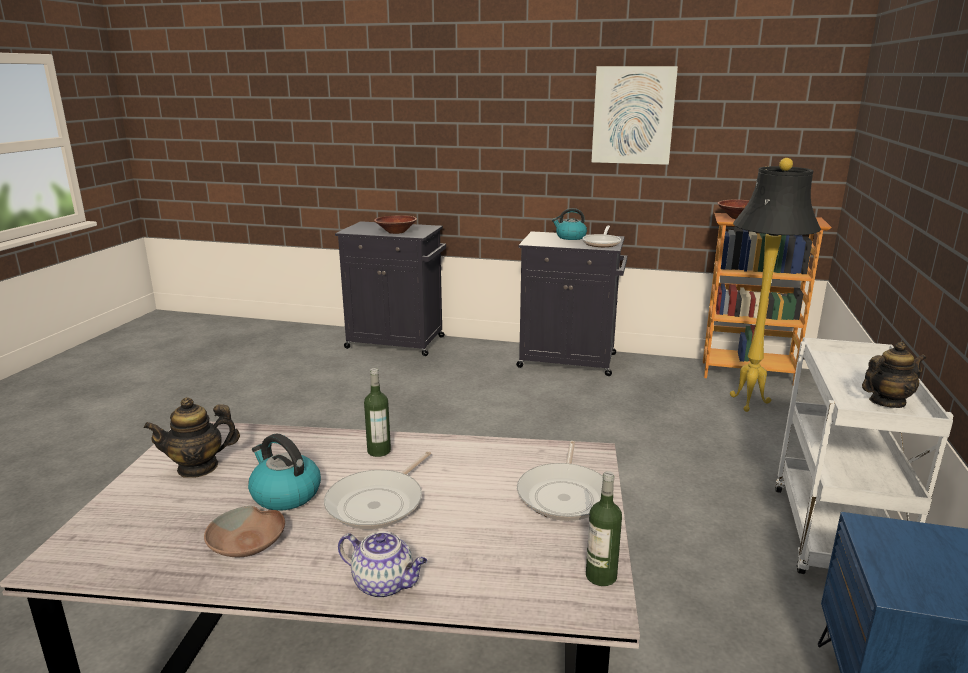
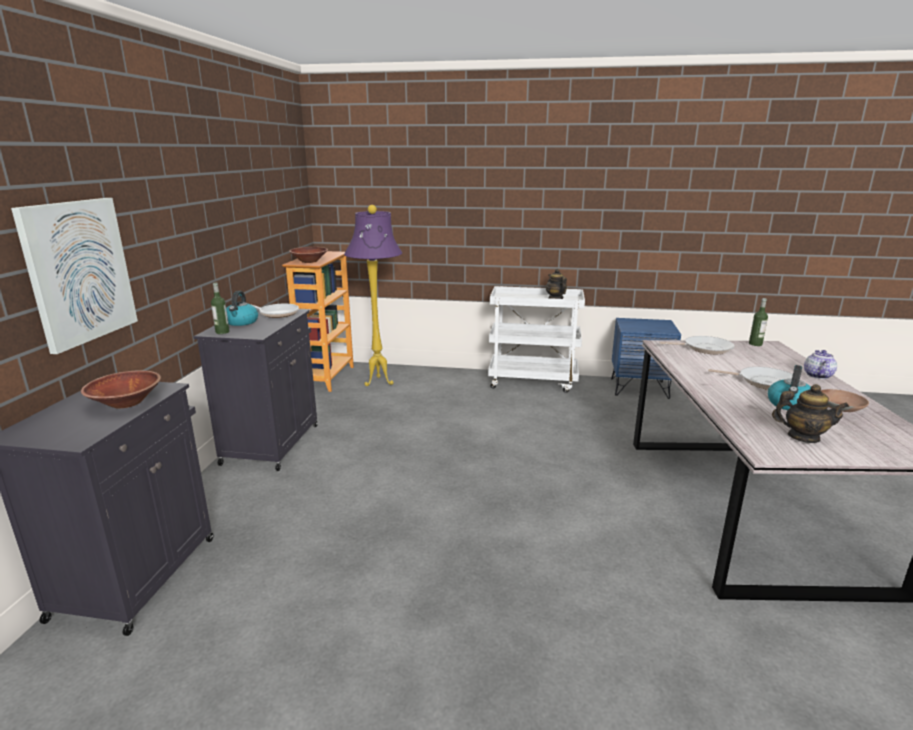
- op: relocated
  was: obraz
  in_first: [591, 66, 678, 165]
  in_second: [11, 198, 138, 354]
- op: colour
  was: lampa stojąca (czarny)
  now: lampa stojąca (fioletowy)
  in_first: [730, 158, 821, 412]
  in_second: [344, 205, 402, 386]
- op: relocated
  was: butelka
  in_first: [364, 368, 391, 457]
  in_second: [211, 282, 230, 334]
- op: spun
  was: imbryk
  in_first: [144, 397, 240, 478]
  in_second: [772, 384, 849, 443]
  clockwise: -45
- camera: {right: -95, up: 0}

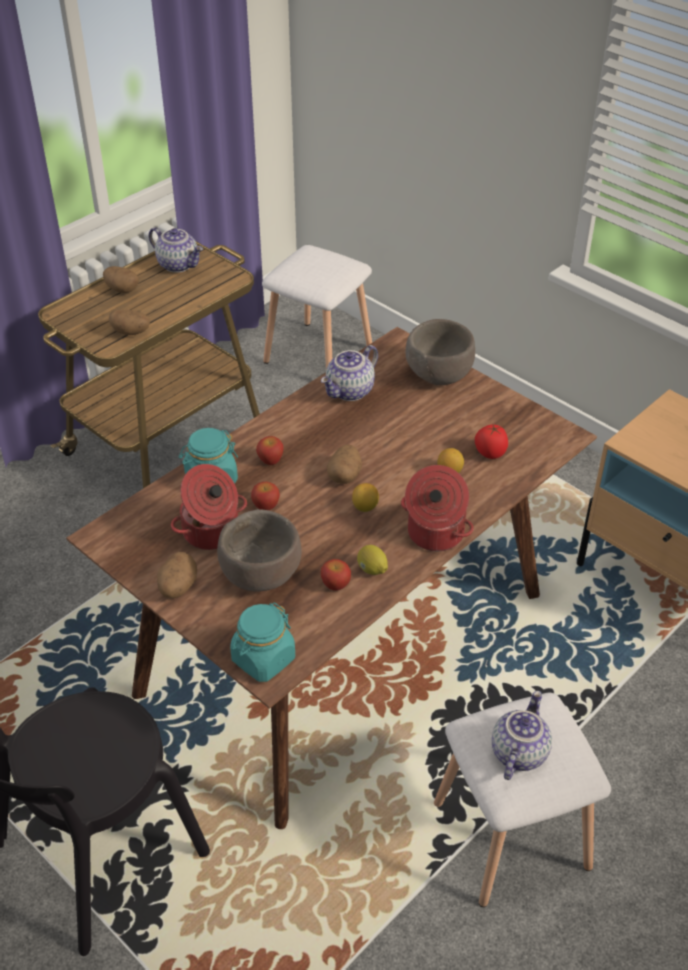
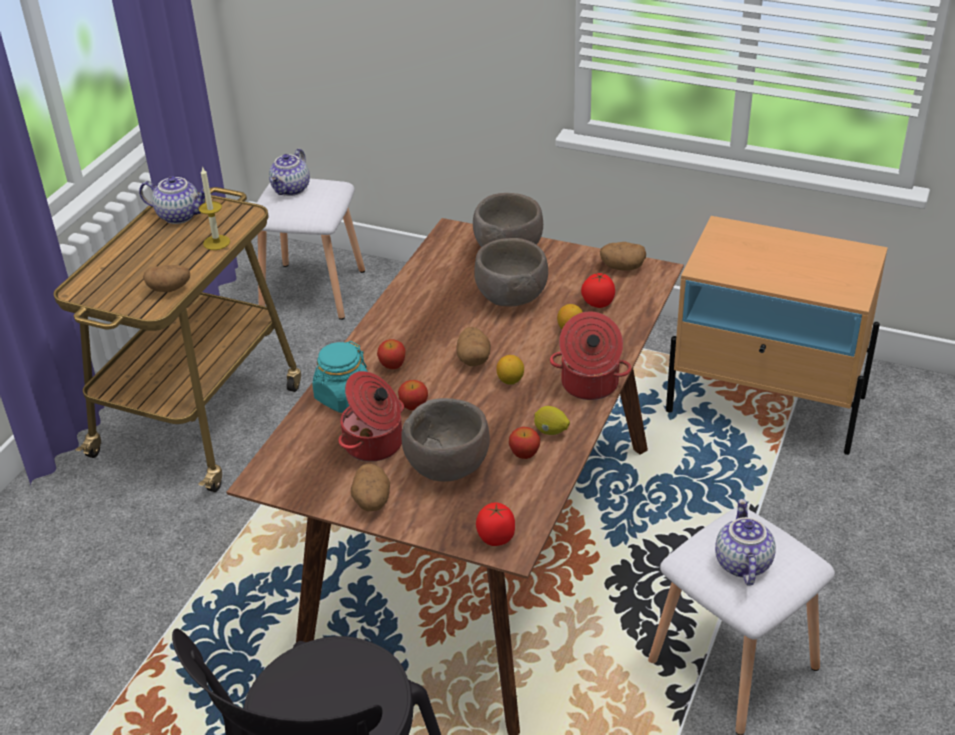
- op: relocated
  was: ziemniak
  in_first: [103, 266, 139, 293]
  in_second: [600, 242, 646, 271]
- op: relocated
  was: imbryk
  in_first: [321, 345, 378, 401]
  in_second: [269, 148, 310, 196]
- op: exchanged
  was: słoik (turkusowy)
  now: pomidor
  in_first: [230, 603, 295, 682]
  in_second: [476, 502, 515, 546]
- op: appeared
  now: świeca
  in_second: [198, 166, 230, 250]
- op: appeared
  now: miska (brązowy)
  in_second: [474, 238, 548, 307]
- camera: {right: -20, up: -5}

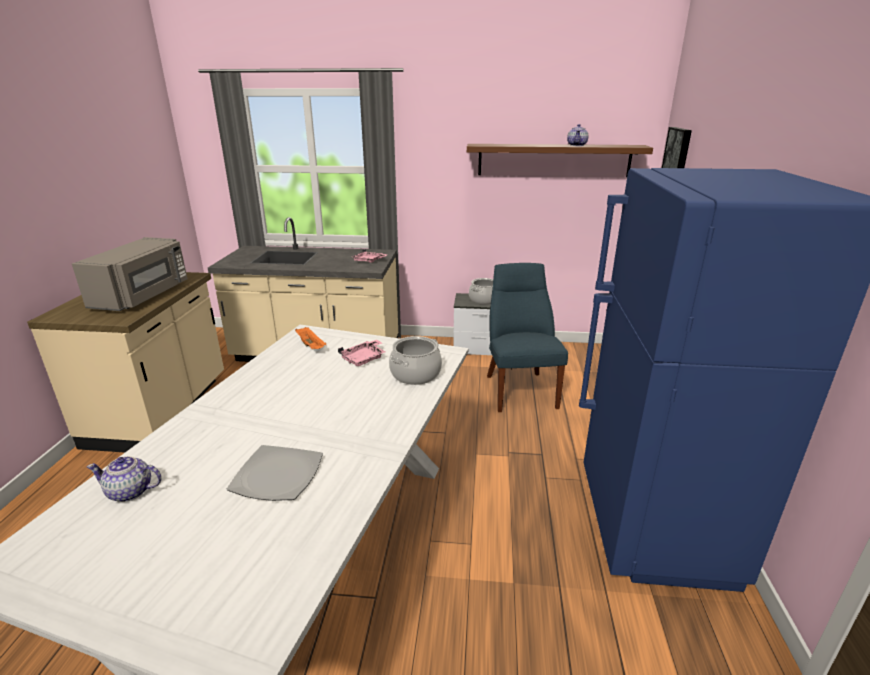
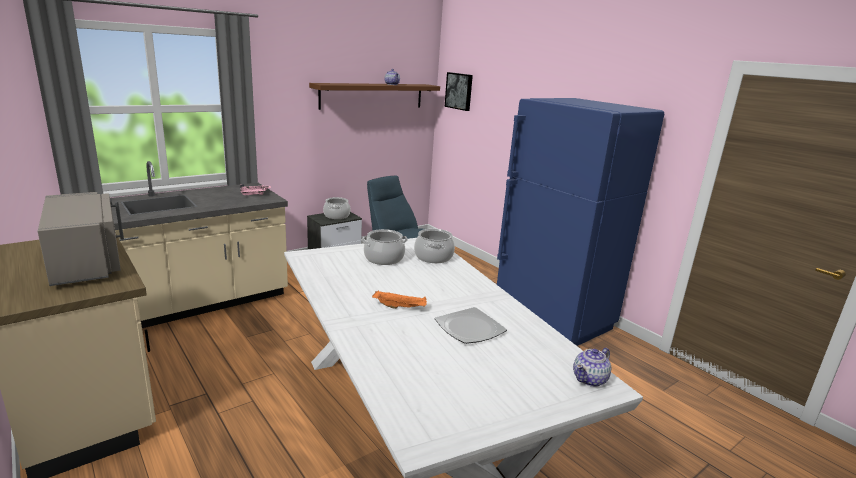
- op: relocated
  was: taca (pomarańczowy)
  in_first: [295, 327, 326, 349]
  in_second: [372, 291, 427, 309]
- op: exchanged
  was: taca (różowy)
  now: garnek
  in_first: [338, 340, 386, 366]
  in_second: [362, 229, 408, 265]
- op: relocated
  was: imbryk
  in_first: [87, 456, 162, 502]
  in_second: [573, 348, 611, 387]
- camera: {right: -45, up: -5}

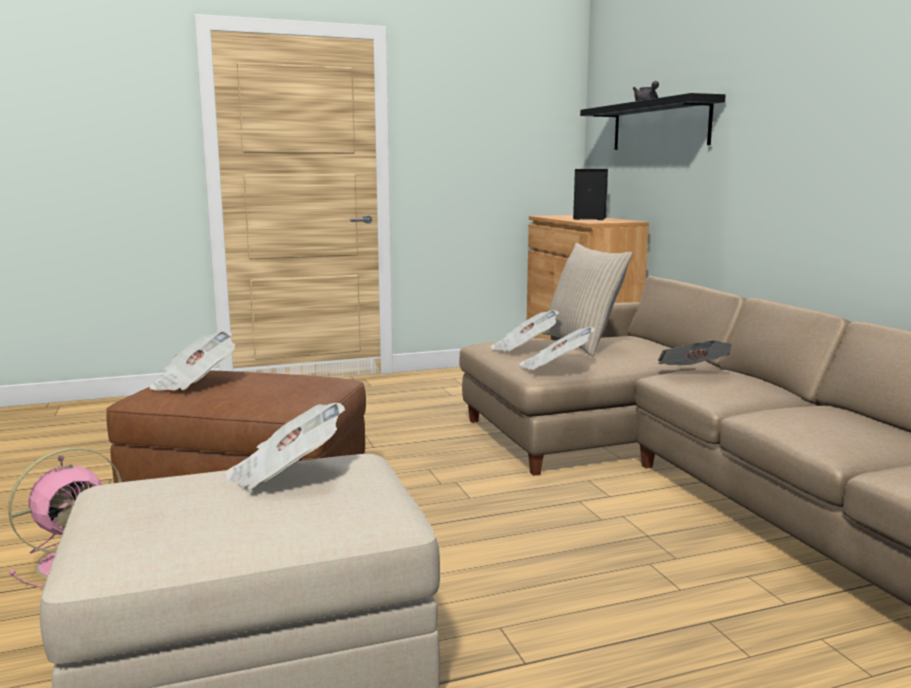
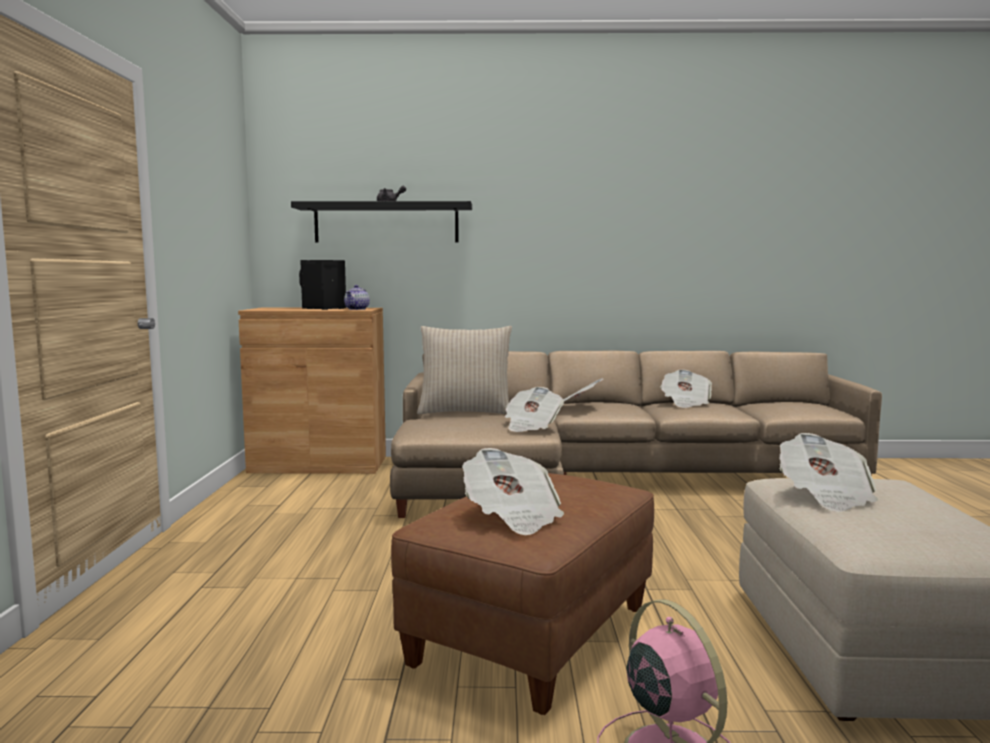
- op: relocated
  was: gazeta
  in_first: [490, 310, 559, 351]
  in_second: [660, 369, 712, 408]
- op: appeared
  now: imbryk
  in_second: [344, 285, 370, 310]
- camera: {right: -70, up: -5}

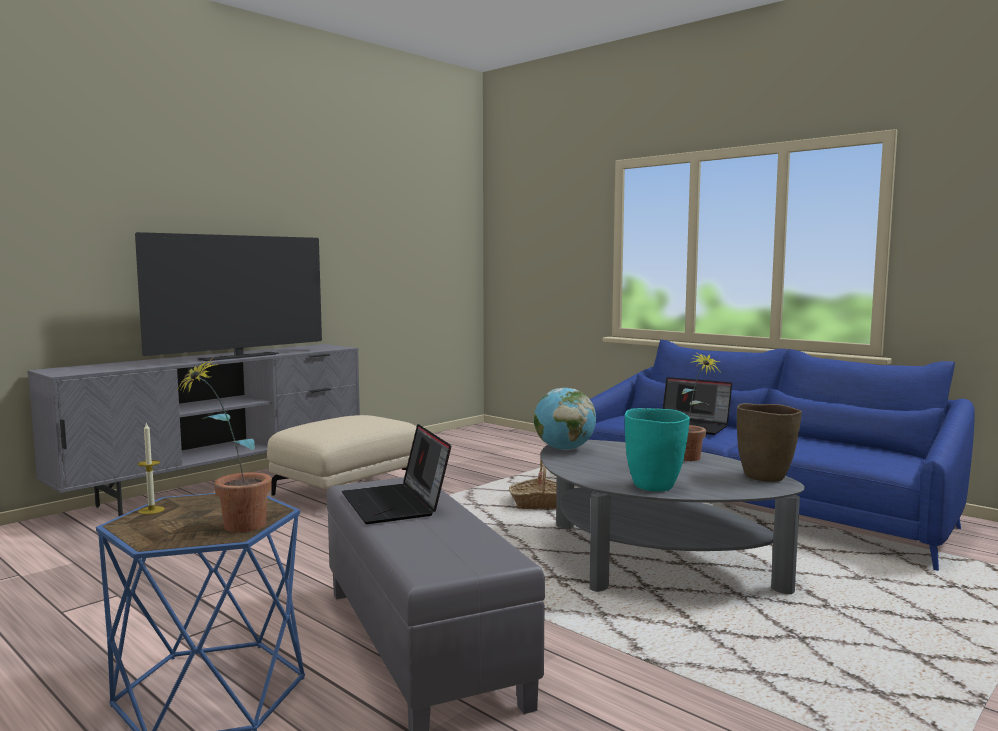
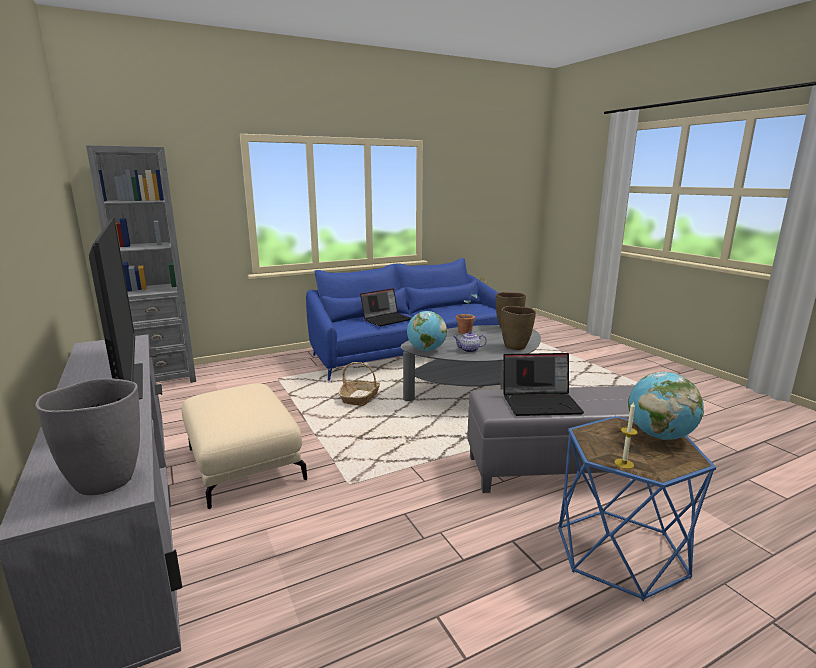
- op: exchanged
  was: roślina doniczkowa
  now: globus
  in_first: [174, 358, 272, 532]
  in_second: [628, 372, 704, 440]
- op: colour
  was: wazon (turkusowy)
  now: wazon (brązowy)
  in_first: [625, 408, 690, 491]
  in_second: [501, 306, 536, 350]
- op: appeared
  now: regał (szary)
  in_second: [86, 145, 196, 383]
- op: appeared
  now: imbryk
  in_second: [454, 331, 487, 353]
- op: appeared
  now: wazon (szary)
  in_second: [35, 378, 140, 495]
- camera: {right: -70, up: 10}

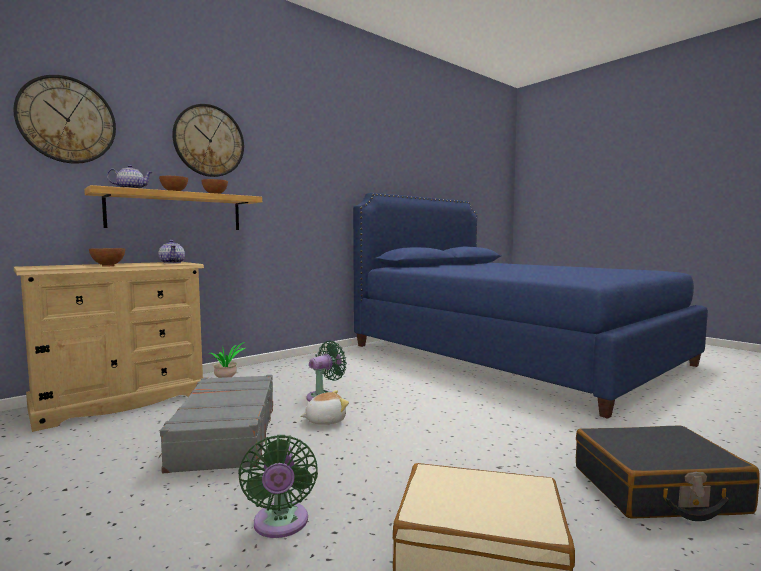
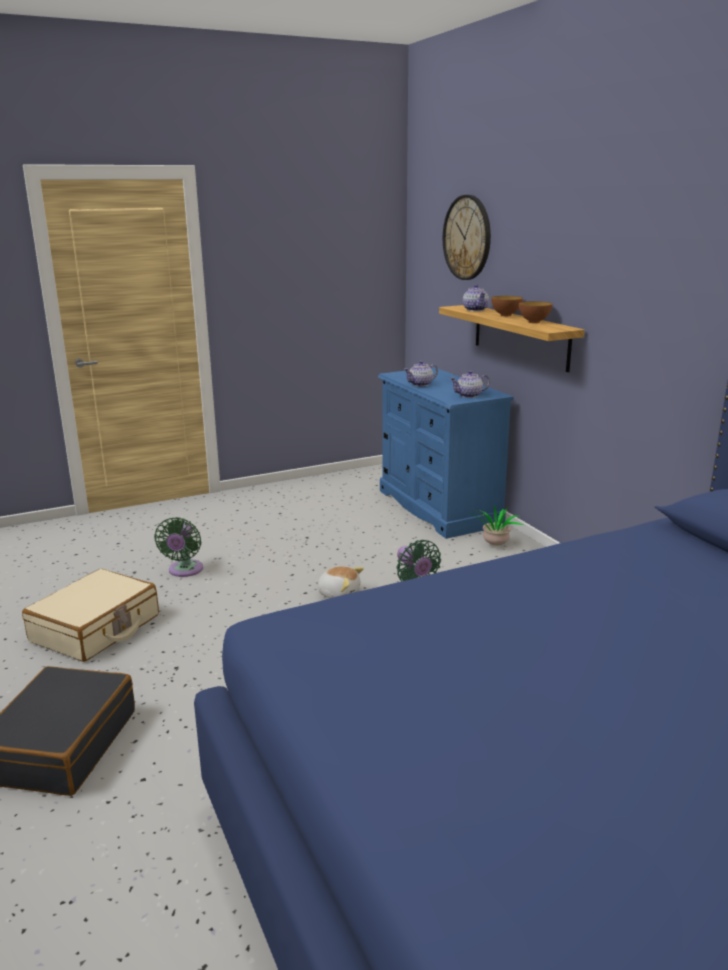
- op: missing
  was: zegar ścienny
  in_first: [172, 104, 244, 177]
- op: exchanged
  was: miska
  now: imbryk
  in_first: [89, 248, 125, 267]
  in_second: [404, 361, 438, 387]
- op: colour
  was: komoda (beżowy)
  now: komoda (niebieski)
  in_first: [14, 262, 204, 432]
  in_second: [378, 367, 514, 539]
- op: missing
  was: walizka (szary)
  in_first: [158, 375, 273, 473]
- op: spun
  was: pluszak
  in_first: [301, 390, 349, 425]
  in_second: [315, 566, 364, 598]
  clockwise: -60
- op: spun
  was: wentylator (zielony)
  in_first: [238, 435, 318, 538]
  in_second: [154, 517, 203, 577]
  clockwise: -90
- camera: {right: 105, up: 15}

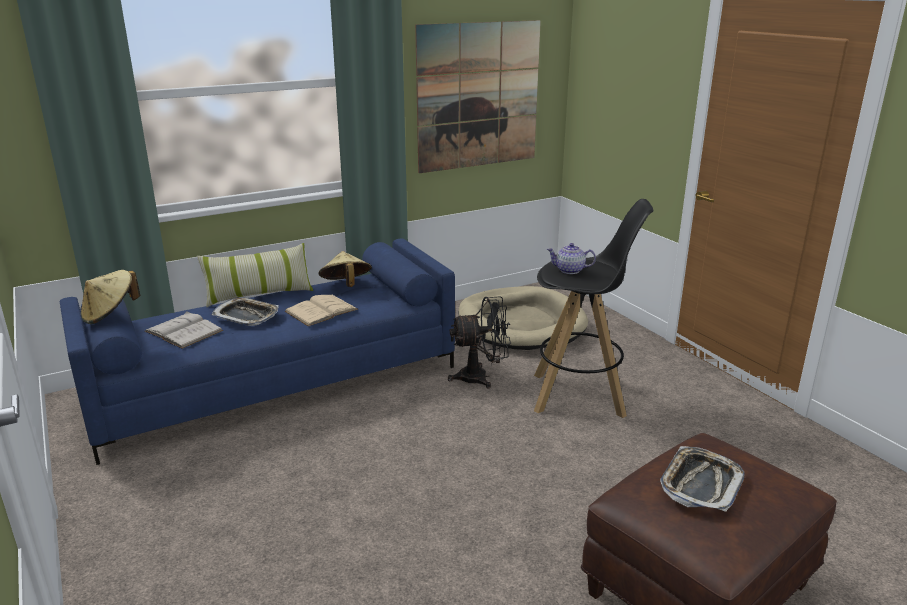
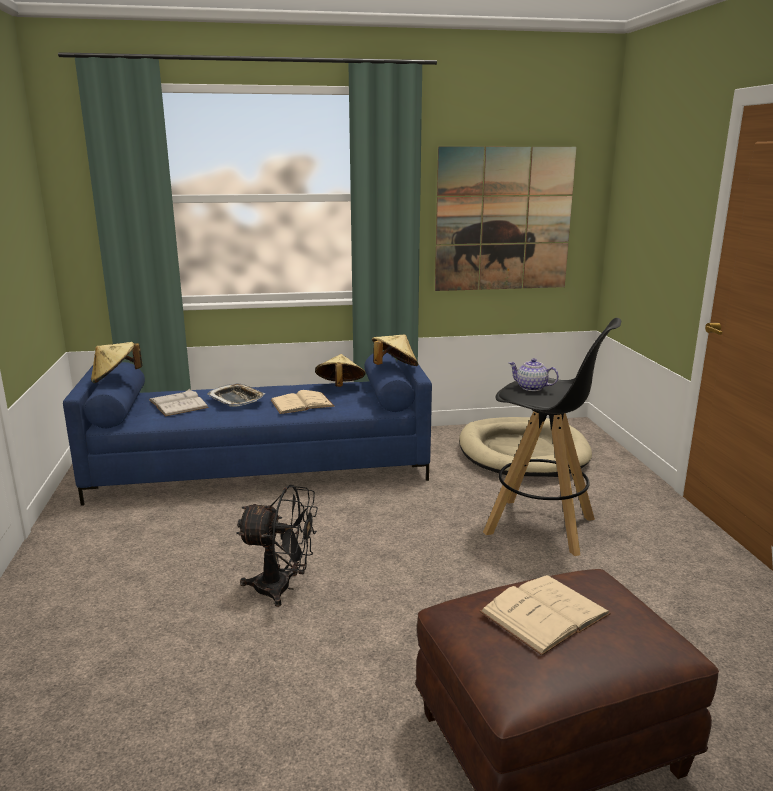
- op: missing
  was: poduszka
  in_first: [197, 243, 313, 307]
- op: relocated
  was: wentylator (czarny)
  in_first: [448, 296, 511, 389]
  in_second: [236, 485, 318, 607]
- op: exchanged
  was: taca
  now: książka (beżowy)
  in_first: [660, 446, 745, 512]
  in_second: [480, 575, 611, 656]
- op: appeared
  now: kapelusz (beżowy)
  in_second: [372, 334, 418, 366]
- camera: {right: 20, up: -5}

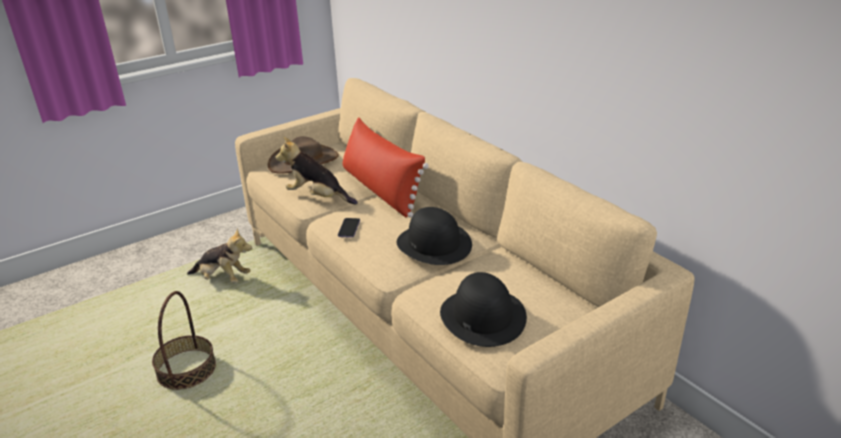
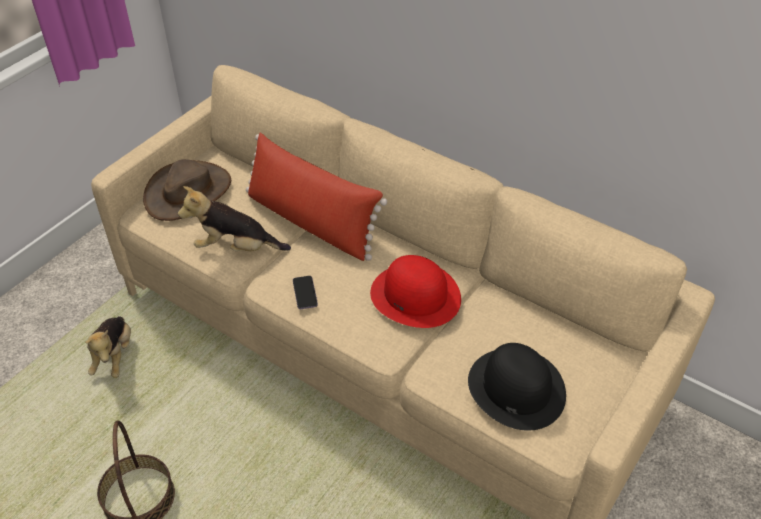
- op: colour
  was: kapelusz (czarny)
  now: kapelusz (czerwony)
  in_first: [397, 207, 472, 265]
  in_second: [370, 255, 461, 328]
- op: spun
  was: pluszak
  in_first: [187, 228, 252, 283]
  in_second: [85, 316, 131, 378]
  clockwise: 90
- camera: {right: -20, up: 15}

